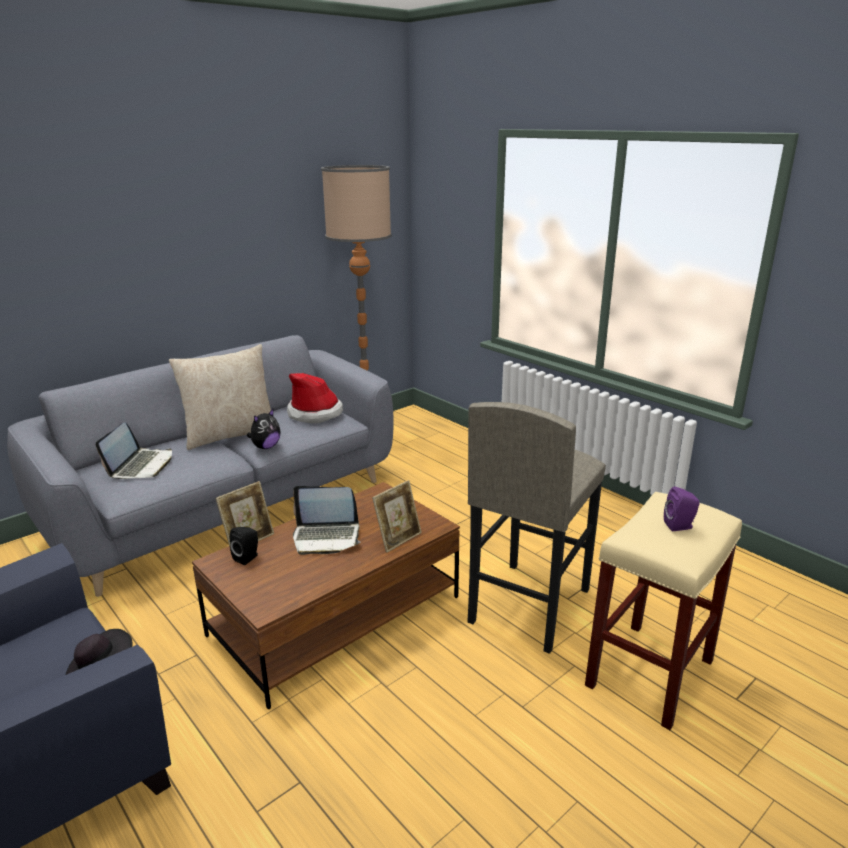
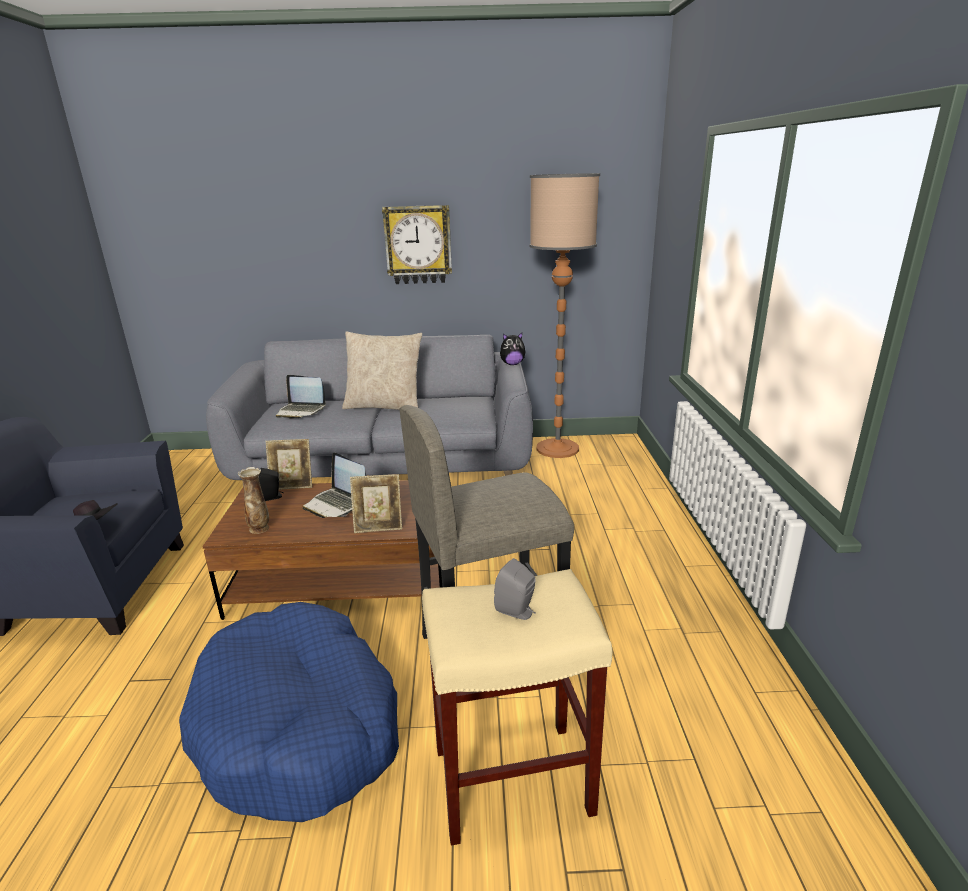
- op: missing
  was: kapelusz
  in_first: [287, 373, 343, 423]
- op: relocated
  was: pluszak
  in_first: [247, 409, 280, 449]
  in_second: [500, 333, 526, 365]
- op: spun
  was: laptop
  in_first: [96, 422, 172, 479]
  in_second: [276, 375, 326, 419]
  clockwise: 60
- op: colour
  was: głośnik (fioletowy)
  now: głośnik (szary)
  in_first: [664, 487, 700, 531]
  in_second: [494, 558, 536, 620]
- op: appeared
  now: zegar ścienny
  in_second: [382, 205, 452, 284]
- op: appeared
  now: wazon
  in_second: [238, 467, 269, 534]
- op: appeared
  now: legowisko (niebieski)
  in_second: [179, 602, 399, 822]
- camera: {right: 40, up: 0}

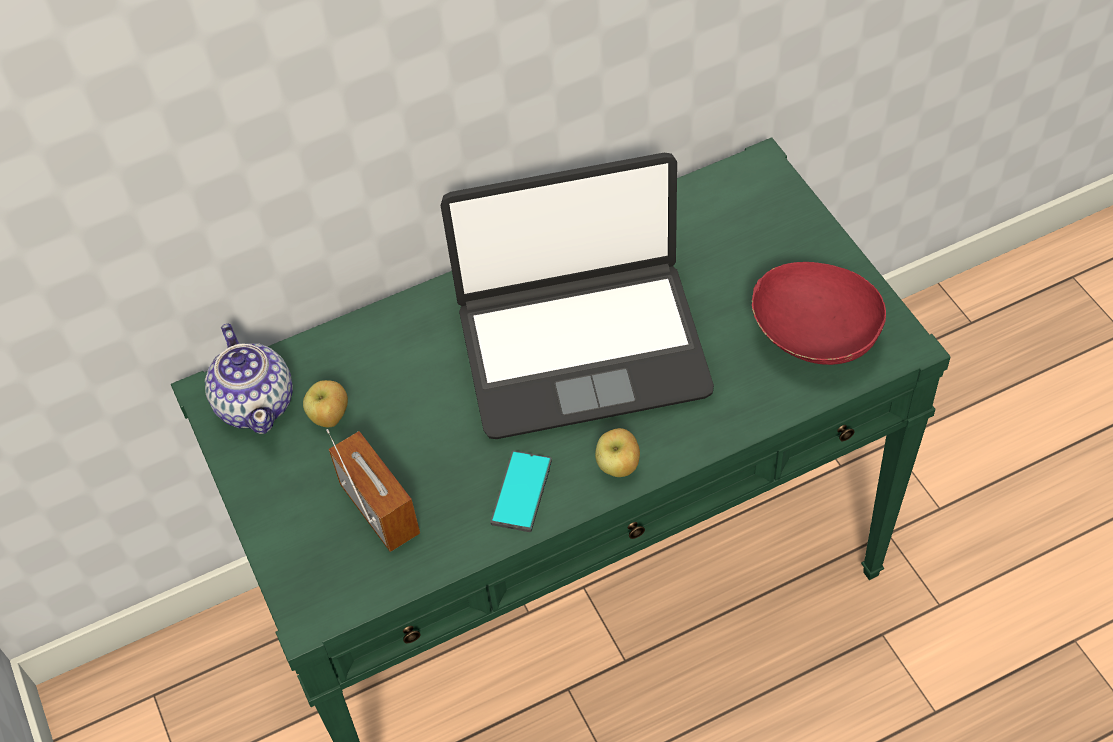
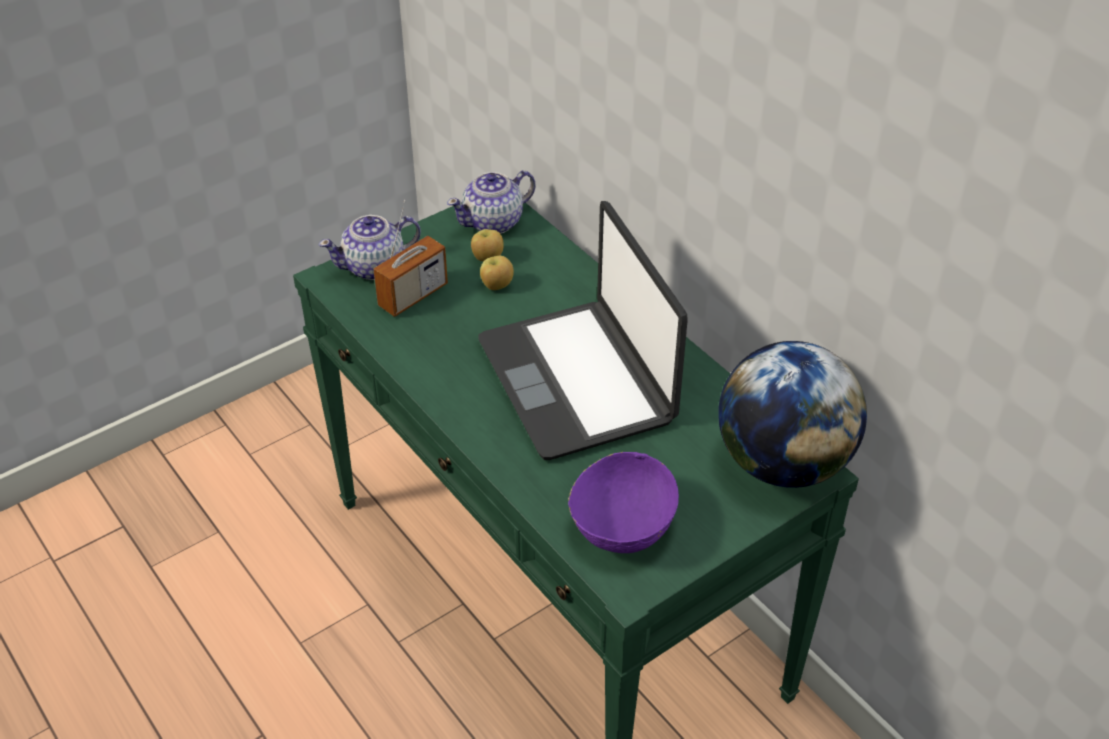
- op: colour
  was: miska (czerwony)
  now: miska (fioletowy)
  in_first: [752, 262, 886, 365]
  in_second: [568, 452, 679, 553]
- op: relocated
  was: jabłko
  in_first: [595, 428, 640, 477]
  in_second: [480, 256, 514, 290]
- op: missing
  was: telefon
  in_first: [490, 451, 552, 532]
- op: appeared
  now: imbryk
  in_second: [319, 215, 421, 280]
- op: appeared
  now: globus
  in_second: [718, 341, 867, 488]
- camera: {right: 75, up: -10}

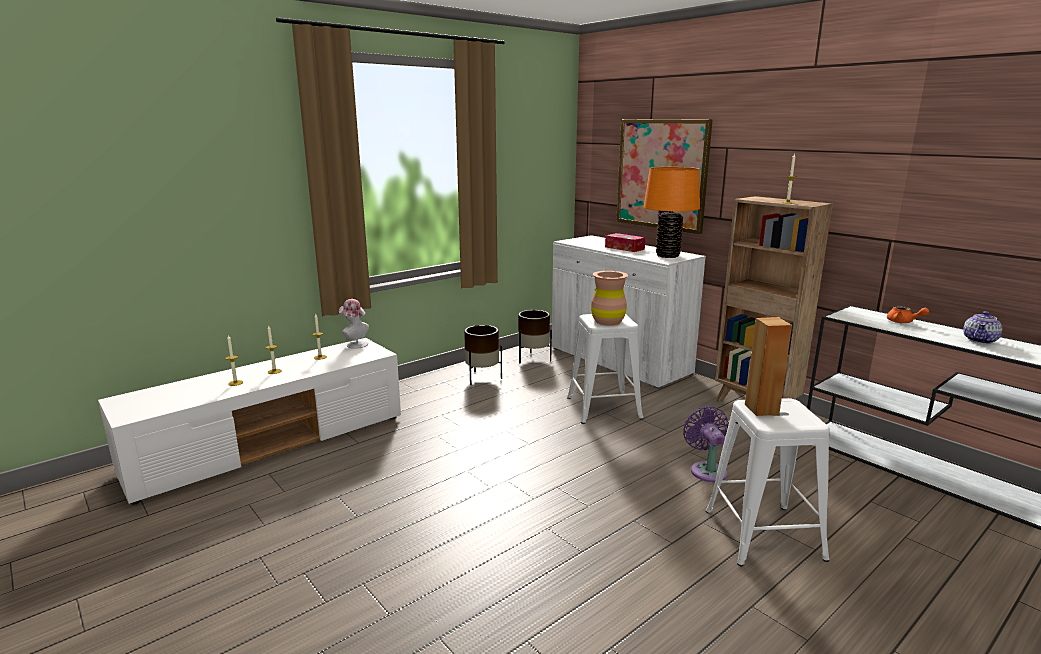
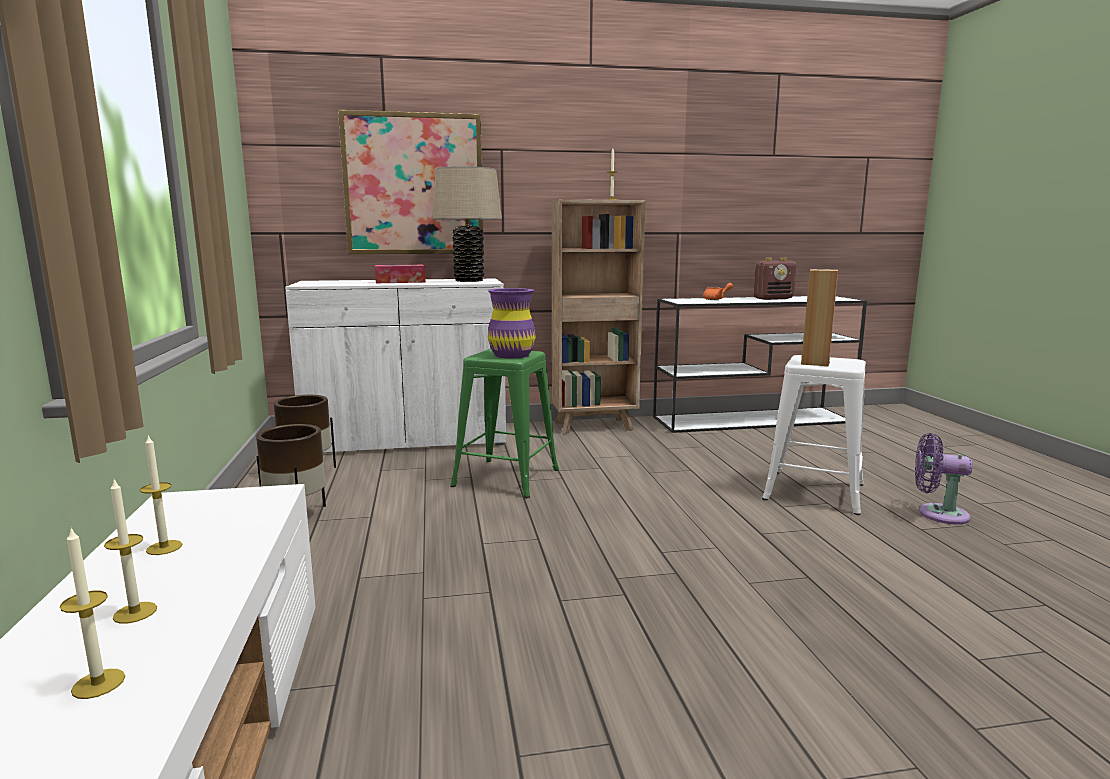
- op: colour
  was: lampa stołowa (pomarańczowy)
  now: lampa stołowa (beżowy)
  in_first: [644, 167, 700, 258]
  in_second: [433, 166, 502, 282]
- op: colour
  was: wazon (brązowy)
  now: wazon (fioletowy)
  in_first: [591, 271, 628, 326]
  in_second: [487, 288, 536, 358]
- op: missing
  was: kapelusz
  in_first: [339, 299, 369, 349]
- op: exchanged
  was: imbryk
  now: radio
  in_first: [963, 311, 1002, 344]
  in_second: [754, 257, 796, 300]
- op: colour
  was: stołek (biały)
  now: stołek (zielony)
  in_first: [567, 314, 643, 424]
  in_second: [450, 349, 559, 498]
- op: relocated
  was: wentylator (fioletowy)
  in_first: [683, 406, 729, 482]
  in_second: [915, 433, 973, 525]
- camera: {right: -60, up: -5}

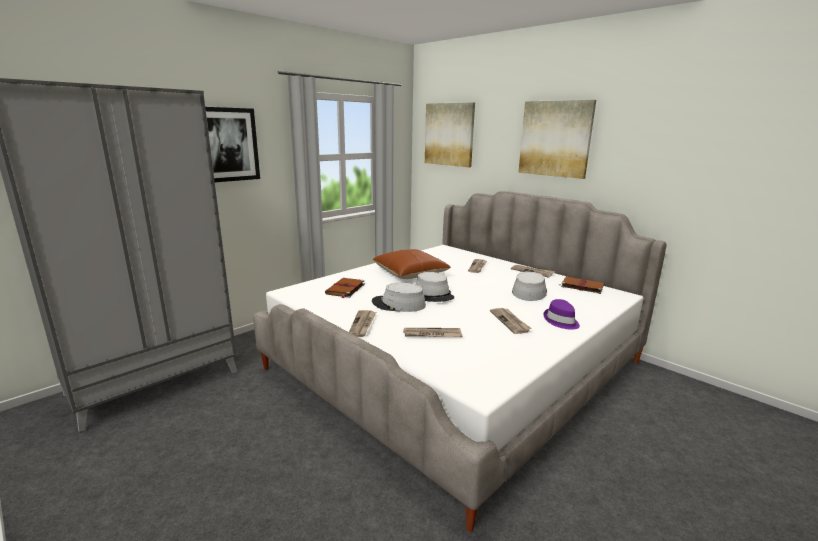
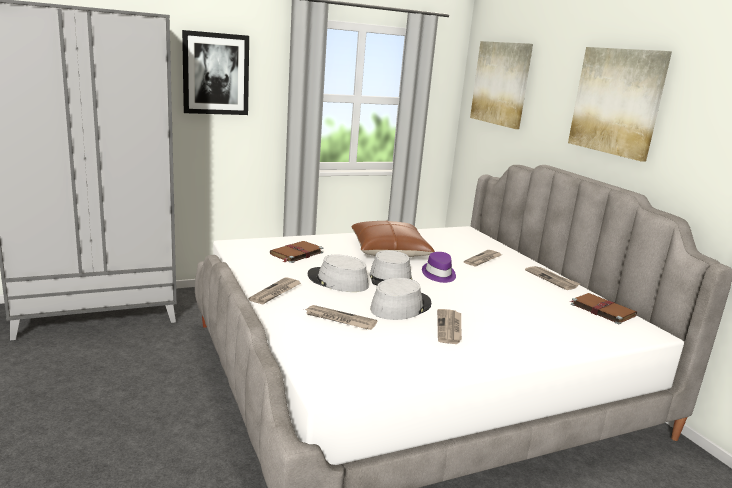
- op: relocated
  was: kapelusz (szary)
  in_first: [512, 272, 547, 301]
  in_second: [370, 278, 431, 320]
- op: relocated
  was: kapelusz (fioletowy)
  in_first: [543, 299, 580, 330]
  in_second: [422, 252, 456, 283]
- camera: {right: 20, up: 0}

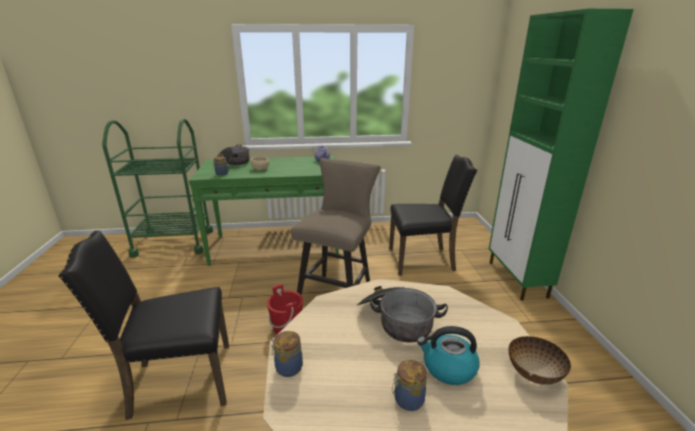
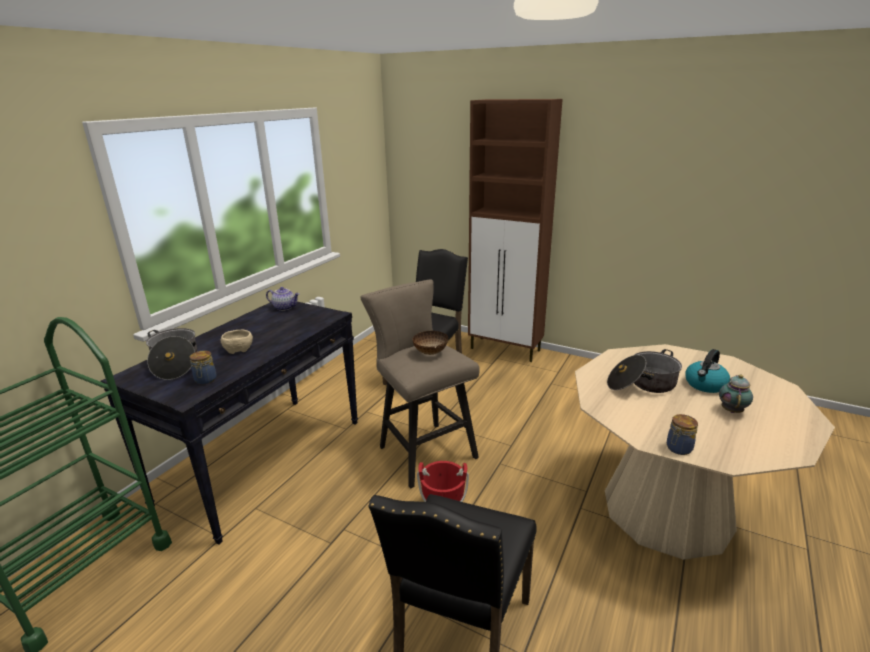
- op: colour
  was: szafka (zielony)
  now: szafka (brązowy)
  in_first: [489, 9, 634, 300]
  in_second: [468, 99, 563, 362]
- op: colour
  was: stolik konsolowy (zielony)
  now: stolik konsolowy (czarny)
  in_first: [189, 156, 339, 266]
  in_second: [101, 302, 358, 545]
- op: relocated
  was: miska
  in_first: [509, 336, 571, 385]
  in_second: [412, 331, 448, 355]
- op: exchanged
  was: słoik
  now: imbryk
  in_first: [392, 360, 427, 411]
  in_second: [719, 375, 753, 413]
- camera: {right: -55, up: 0}

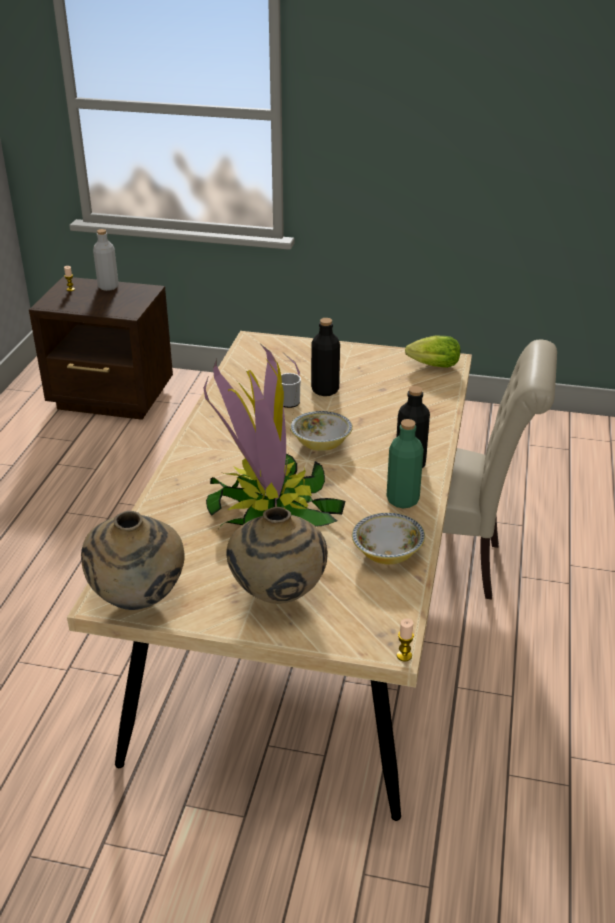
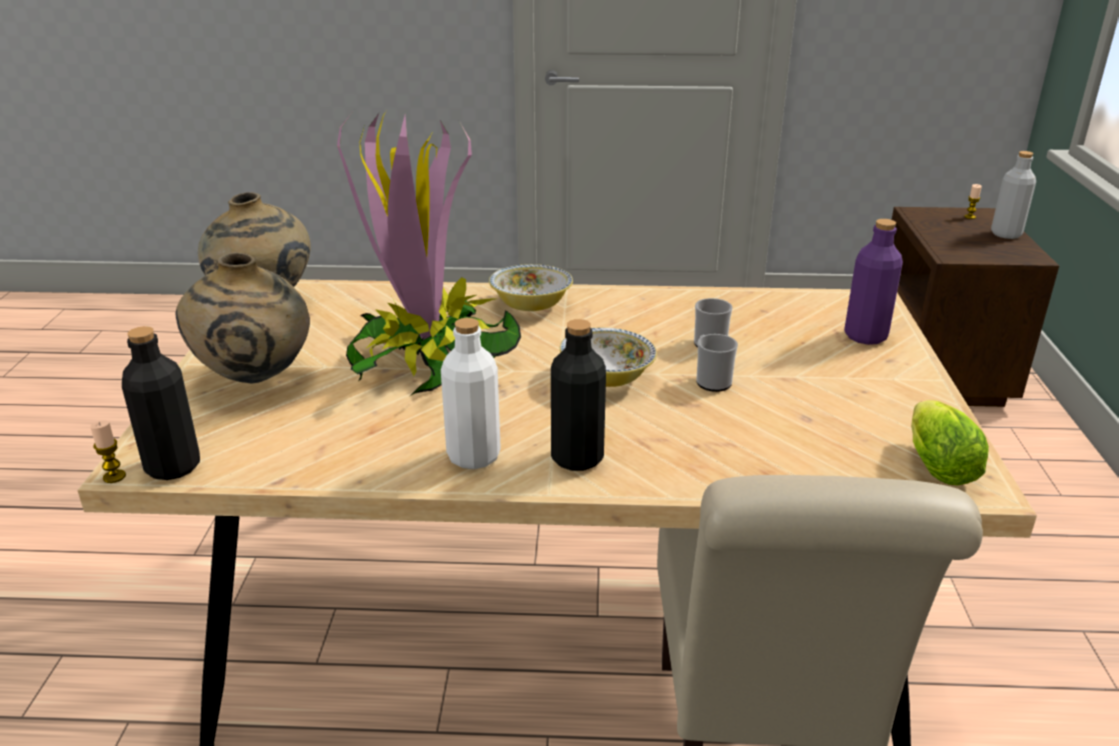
- op: relocated
  was: butelka (czarny)
  in_first: [311, 318, 340, 396]
  in_second: [122, 326, 200, 480]
- op: colour
  was: butelka (zielony)
  now: butelka (biały)
  in_first: [386, 419, 424, 508]
  in_second: [441, 318, 501, 469]
- op: relocated
  was: miska
  in_first: [352, 513, 425, 564]
  in_second: [489, 264, 573, 311]
- op: appeared
  now: butelka (fioletowy)
  in_second: [844, 219, 903, 345]
- op: appeared
  now: kubek
  in_second: [696, 334, 738, 392]
- camera: {right: 80, up: -5}

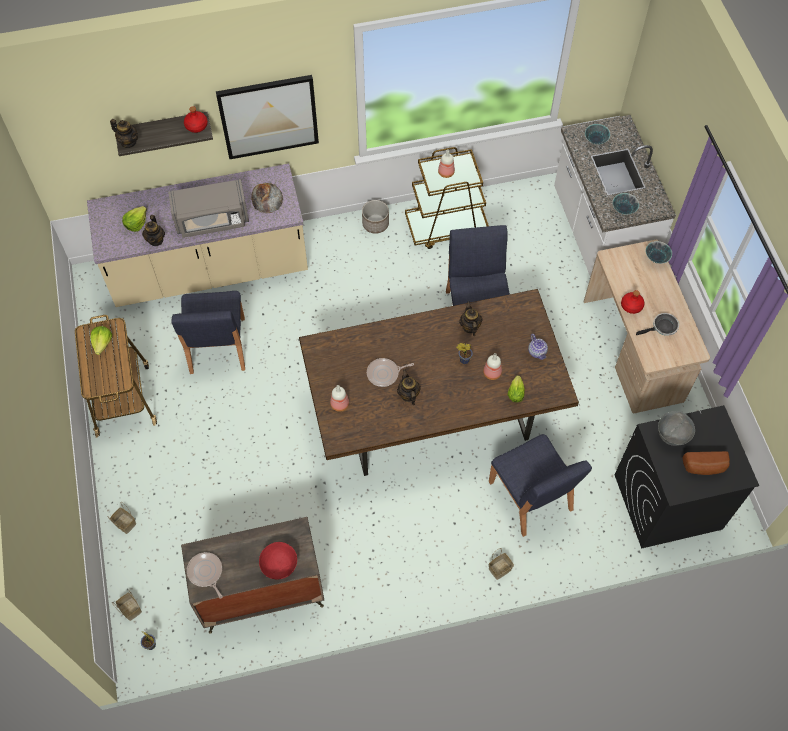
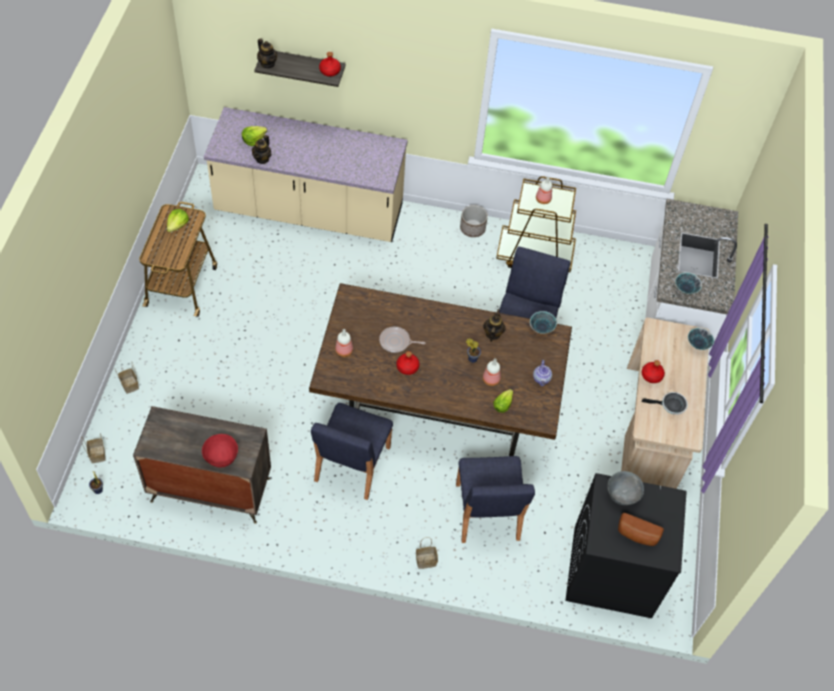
- op: missing
  was: obraz
  in_first: [216, 75, 319, 160]
- op: relocated
  was: miska
  in_first: [585, 124, 610, 145]
  in_second: [530, 311, 557, 334]
- op: missing
  was: mikrofalówka (szary)
  in_first: [168, 179, 249, 238]
- op: missing
  was: chleb
  in_first: [251, 183, 283, 213]
- op: relocated
  was: krzesło (niebieski)
  in_first: [172, 291, 245, 374]
  in_second: [311, 403, 393, 500]
- op: exchanged
  was: imbryk
  now: butelka (czerwony)
  in_first: [397, 370, 421, 405]
  in_second: [397, 351, 420, 375]
- op: missing
  was: patelnia
  in_first: [187, 552, 223, 599]
- camera: {right: 20, up: -5}

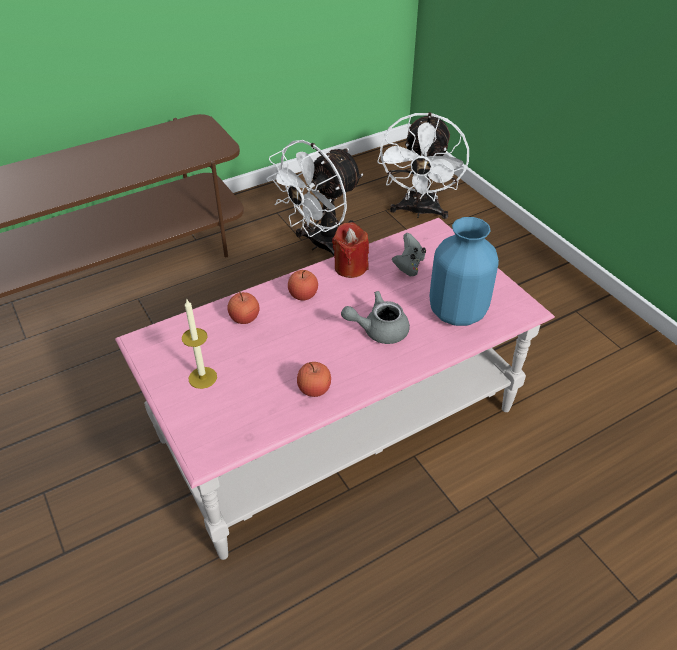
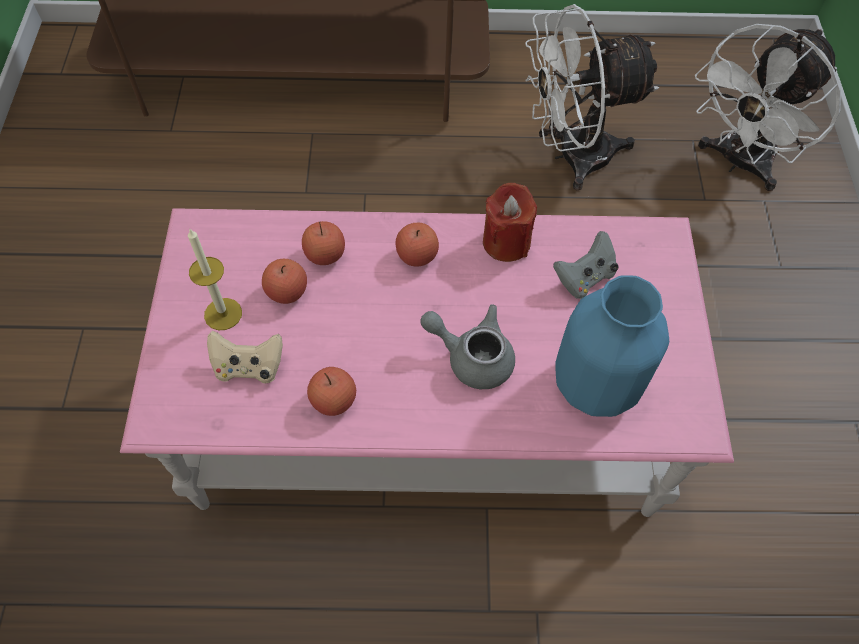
- op: appeared
  now: jabłko
  in_second: [262, 259, 307, 304]
- op: appeared
  now: pad do gier (beżowy)
  in_second: [207, 331, 283, 384]
- camera: {right: 30, up: 15}

